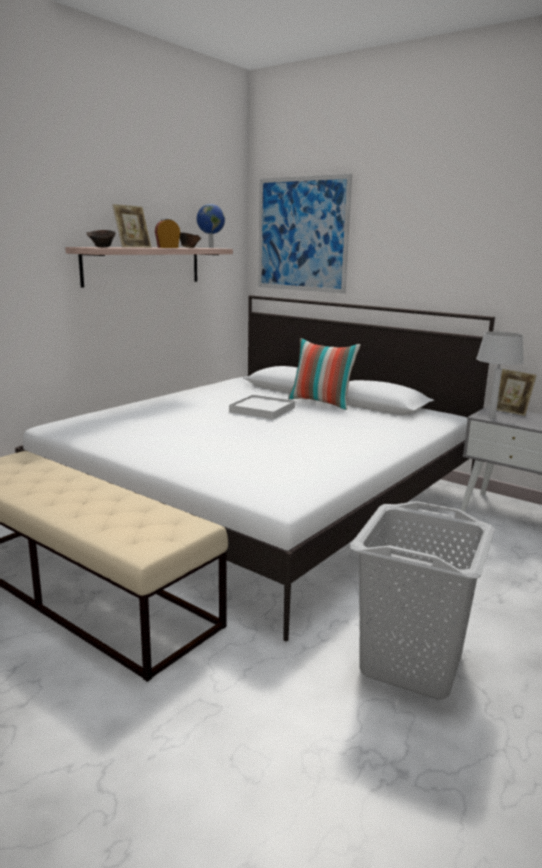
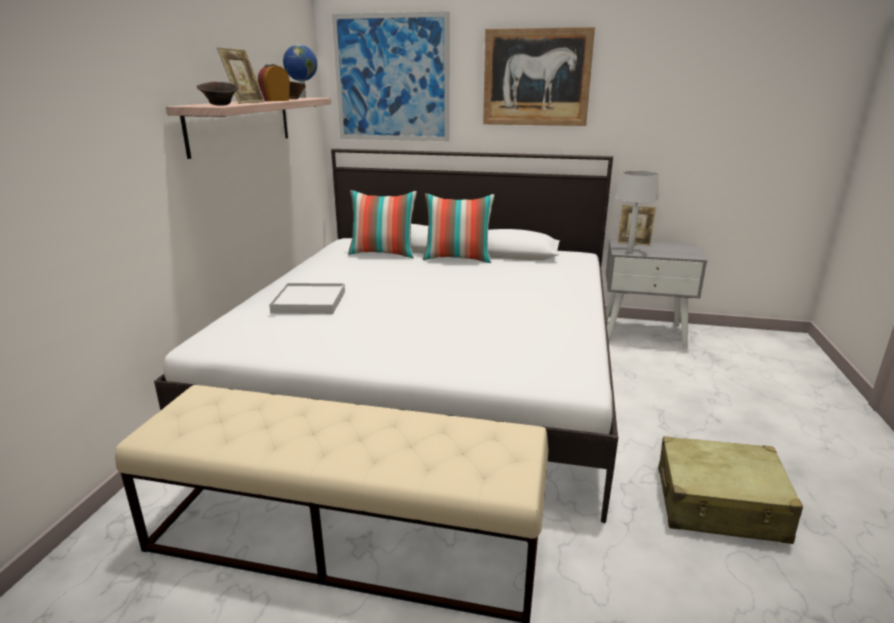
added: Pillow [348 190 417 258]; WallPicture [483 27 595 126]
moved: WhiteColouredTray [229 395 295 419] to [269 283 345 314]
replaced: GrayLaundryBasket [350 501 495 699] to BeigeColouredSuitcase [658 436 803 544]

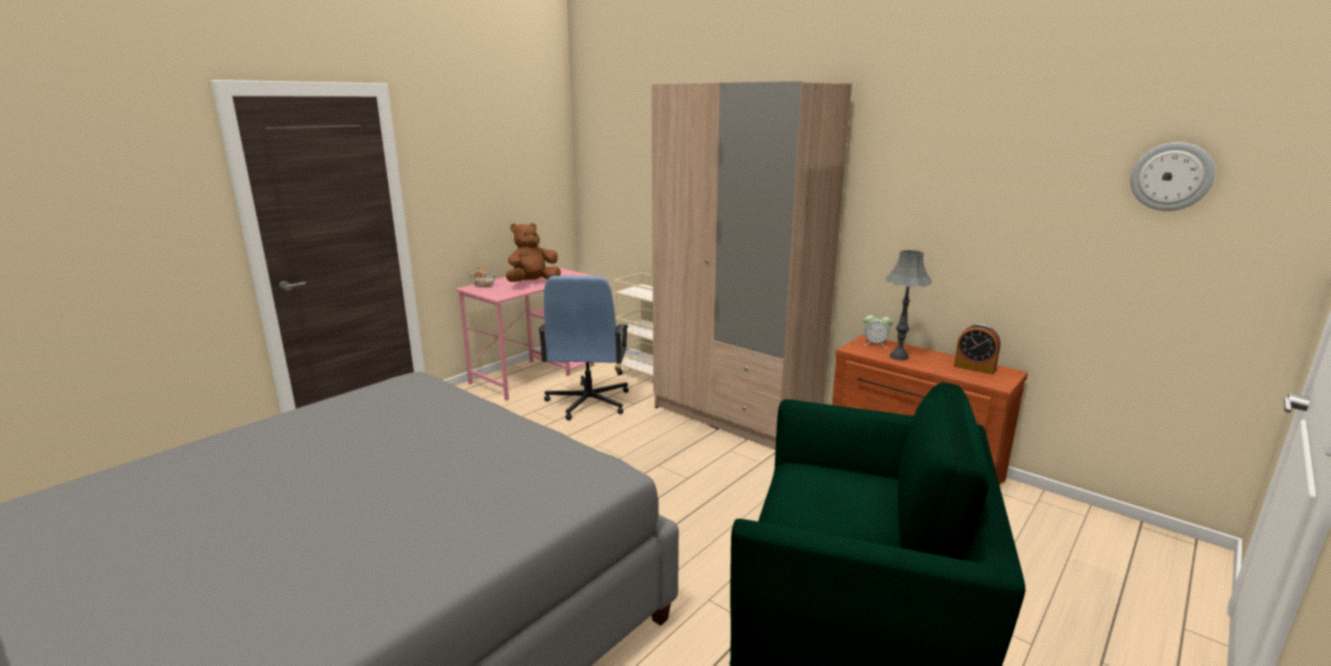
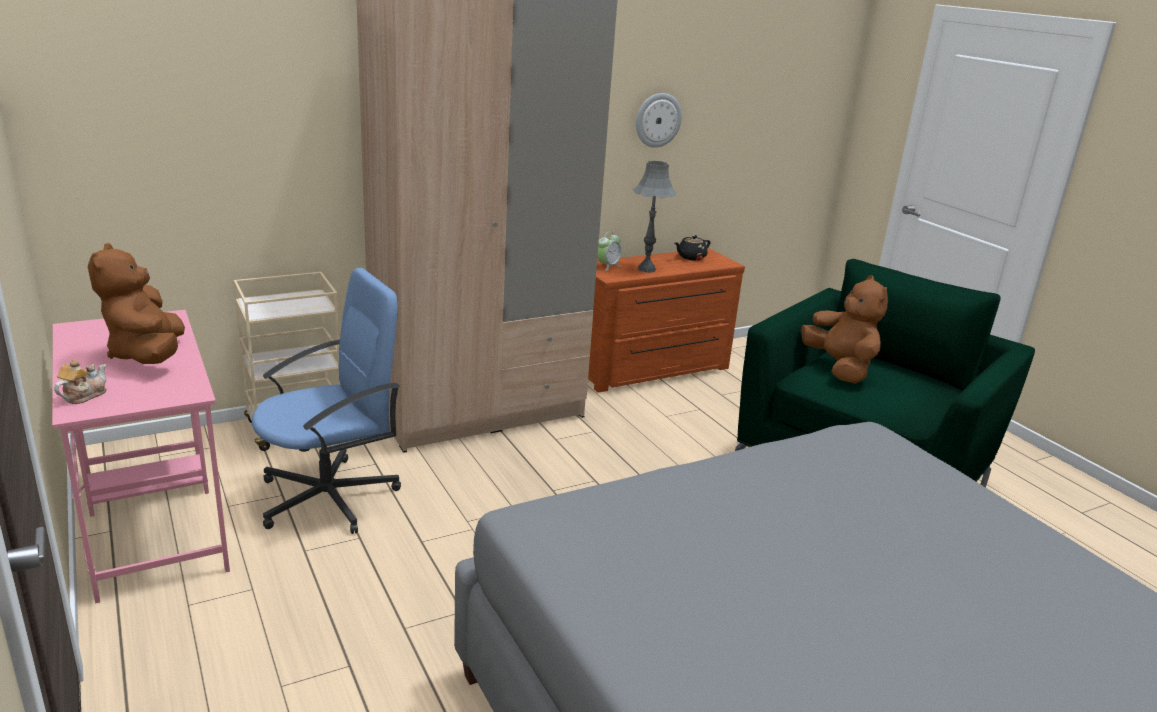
added: BrownColouredPlushToy [801 275 888 384]
moved: WallClock [1130 142 1215 211] to [636 93 682 148]
replaced: BedsideClock [954 323 1000 375] to BlackishPotForTea [675 235 710 261]
turned: BluishComputerChair [538 276 629 421] = [252 268 401 534] 60 degrees counterclockwise

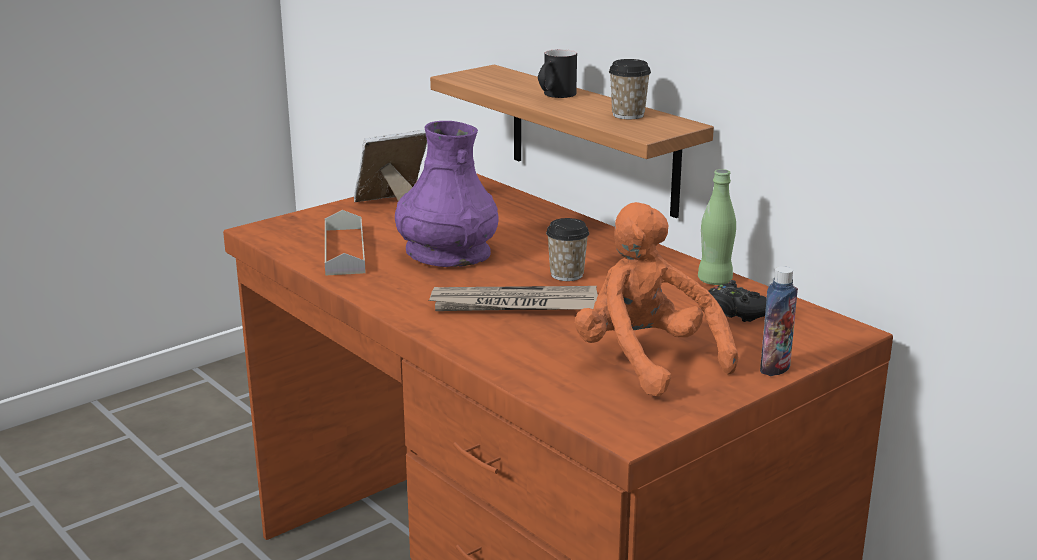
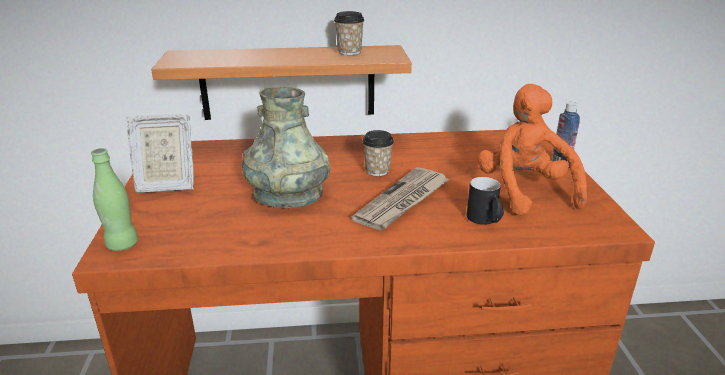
removed: GrayTray [325 210 366 276]; BlackishGamepad [708 280 767 322]
moved: BlackishMug [538 49 577 98] to [467 177 504 225]; GreenishBottle [698 169 736 285] to [91 148 138 251]
recoloured: PurpleColouredVase [395 121 498 267] to GrayVase [242 87 330 208]
turned: PhotoFrame [354 130 427 202] = [126 114 194 193] 105 degrees counterclockwise; OrangeyPlushToy [575 202 738 397] = [477 84 587 215] 75 degrees clockwise

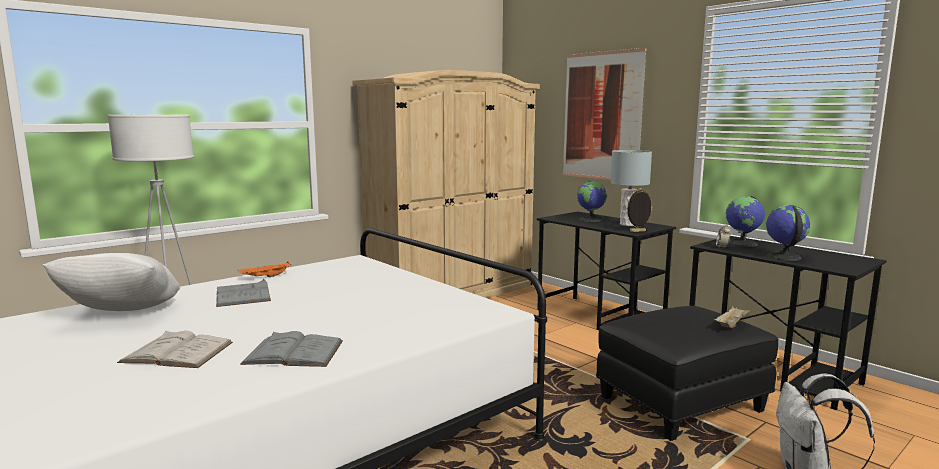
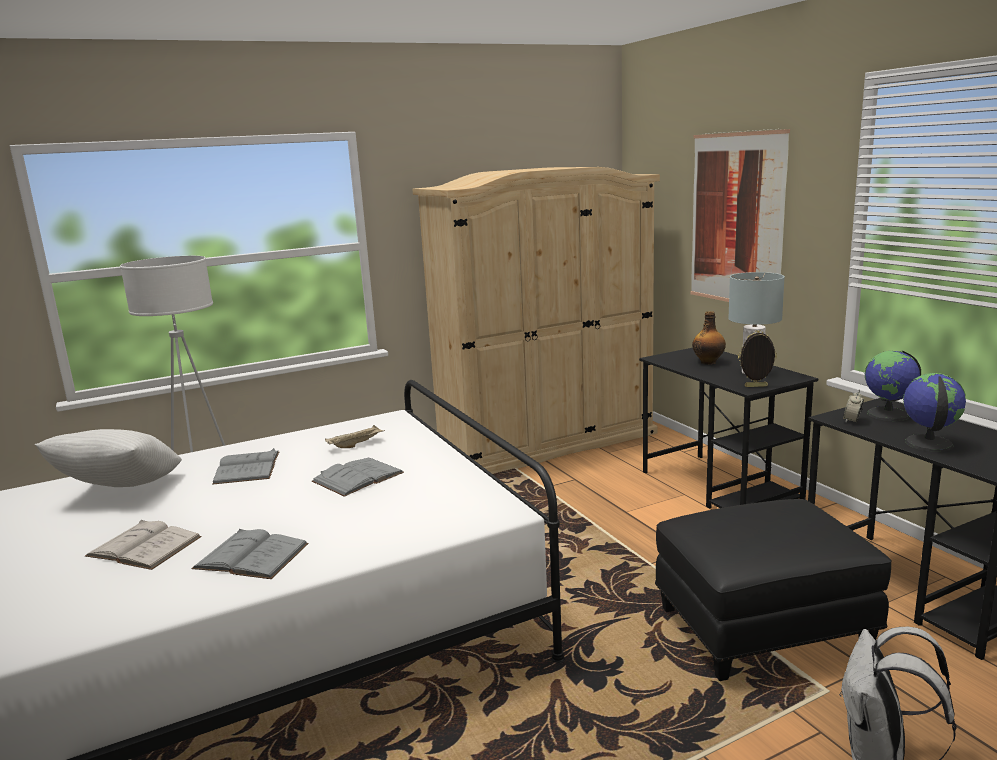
removed: OrangeyTray [237 262 292 277]
added: GrayVolume [312 458 404 497]
moved: BeigeColouredTray [714 306 751 328] to [325 425 385 448]
replaced: Globe [577 180 607 222] to Bottle [692 311 726 365]

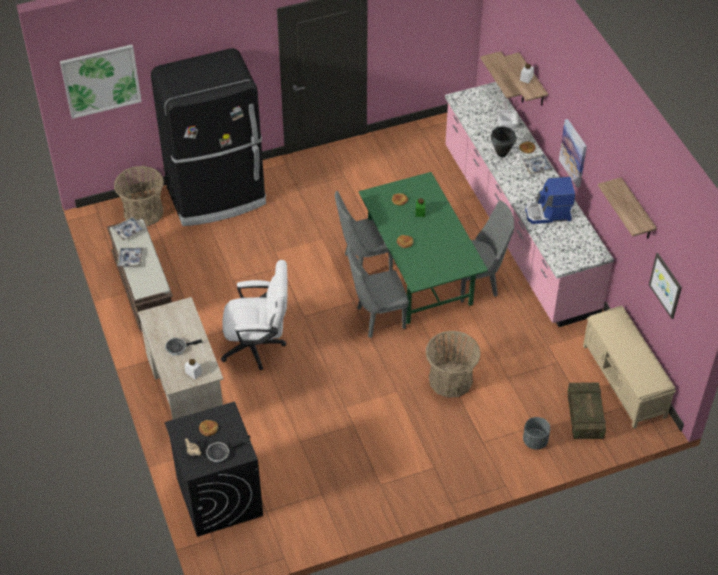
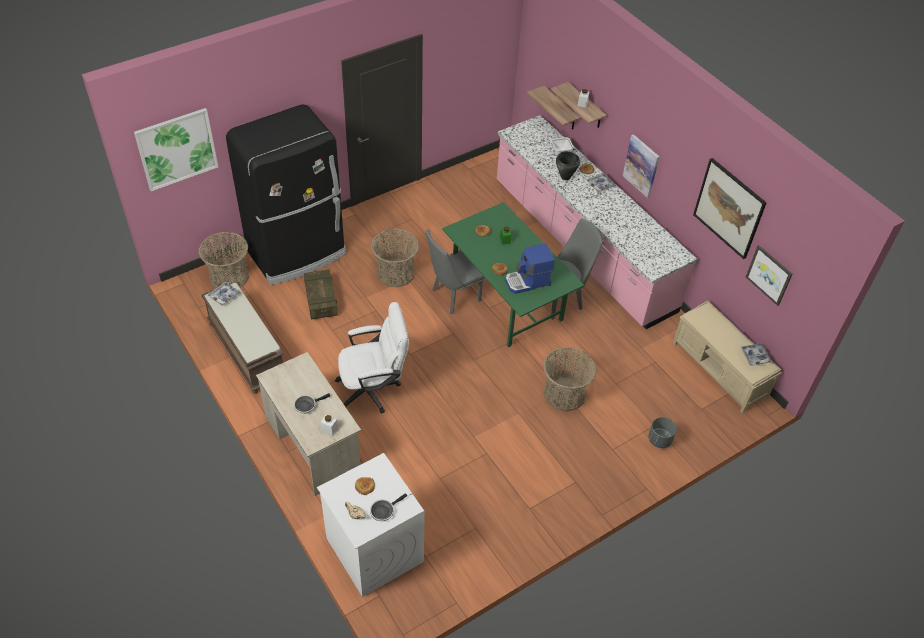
removed: GrayChair [347 245 409 338]
added: HouseholdBasket [371 229 419 288]
moved: Tray [117 247 143 267] to [741 343 772 366]; CoffeeBrewer [525 177 575 224] to [505 243 555 294]; PackingCrate [567 382 606 439] to [304 269 338 319]
replaced: WallShelf [598 177 657 239] to WallPicture [693 158 767 259]
recoloured: BlackishLaundryMachine [165 402 263 537] to WhiteColouredLaundryMachine [317 453 425 597]

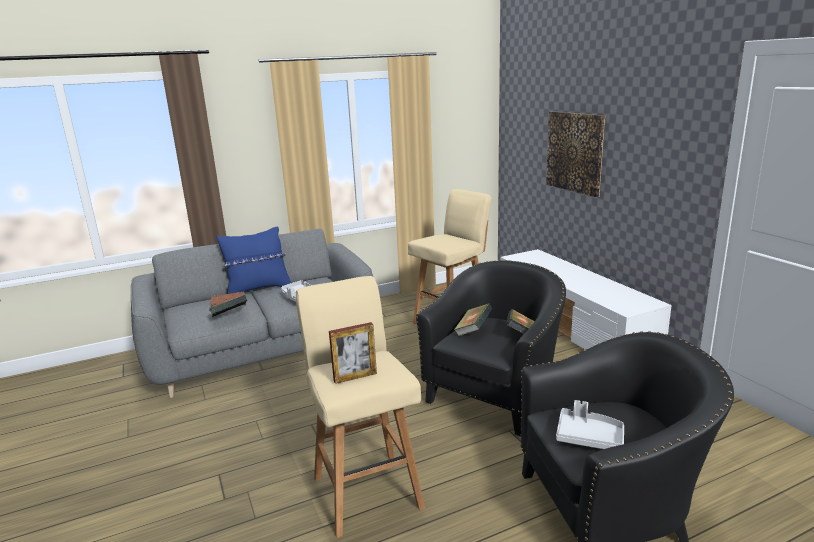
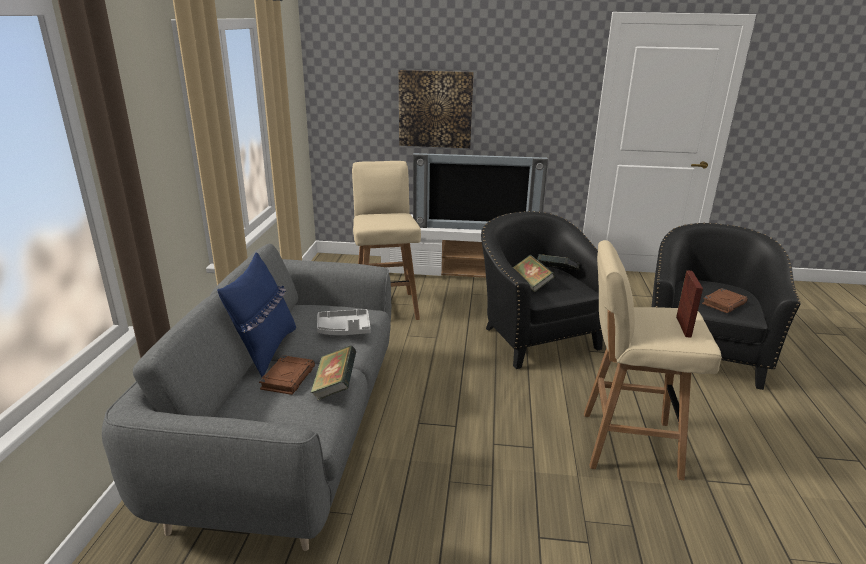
added: TvSet [413 153 548 230]
replaced: GrayTray [556 400 624 449] to BrownColouredVolume [702 288 748 313]

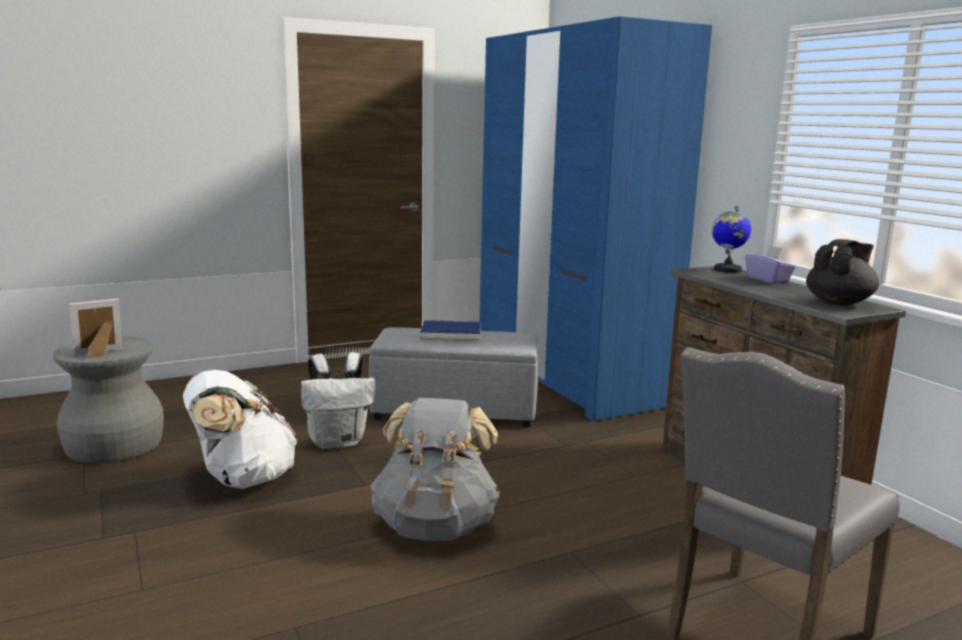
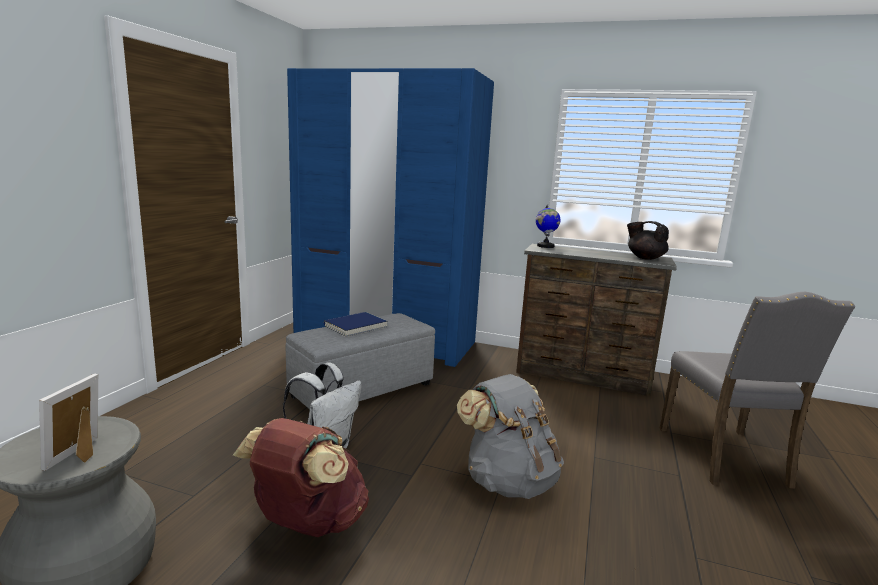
removed: PurpleColouredTissueHolder [745 245 796 284]
recoloured: WhiteColouredRucksack [183 370 298 489] to BrownColouredRucksack [233 418 369 537]
turned: BlackishPotForTea [806 239 879 305] = [627 221 669 260] 60 degrees counterclockwise

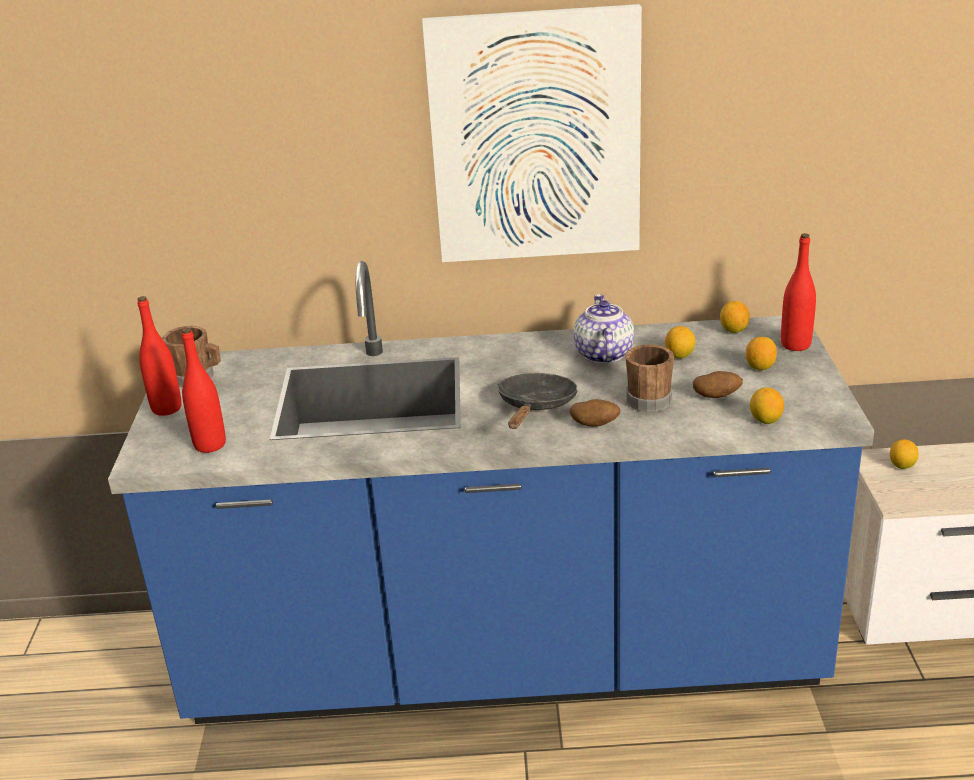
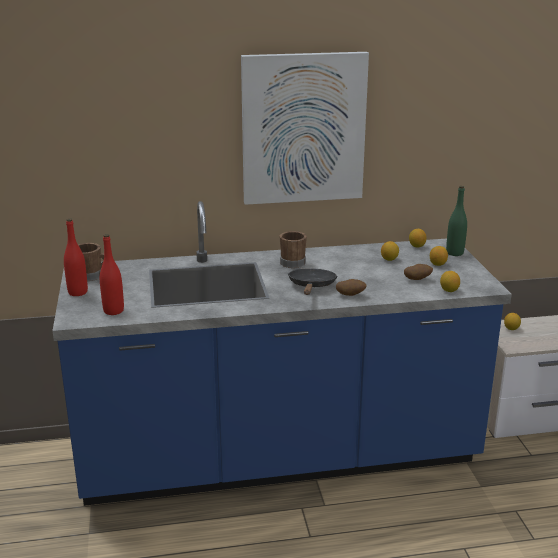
removed: PotForTea [574 294 634 364]
moved: BrownColouredMug [625 344 674 412] to [280 231 307 268]
recoloured: ReddishBottle [781 233 816 351] to GreenishBottle [446 186 467 256]

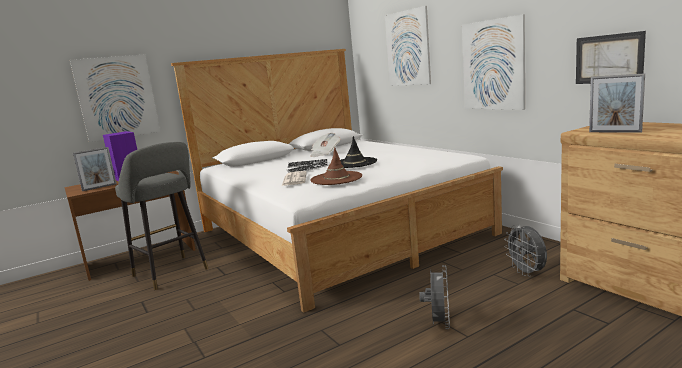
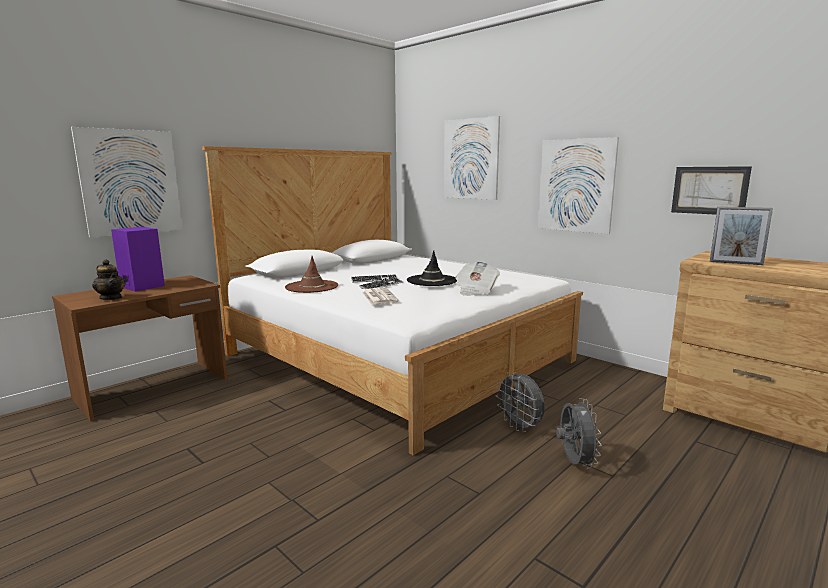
removed: GrayStoolSeat [115 142 209 290]
moved: DailyPaper [310 133 340 157] to [456 261 500 296]; BrownColouredHat [311 148 362 185] to [285 256 338 293]; GrayFan [504 225 547 277] to [496 372 545 432]
replaced: PhotoFrame [73 147 117 191] to PotForTea [92 259 125 300]

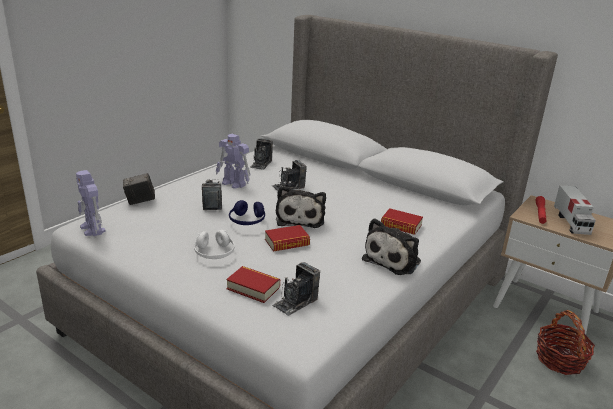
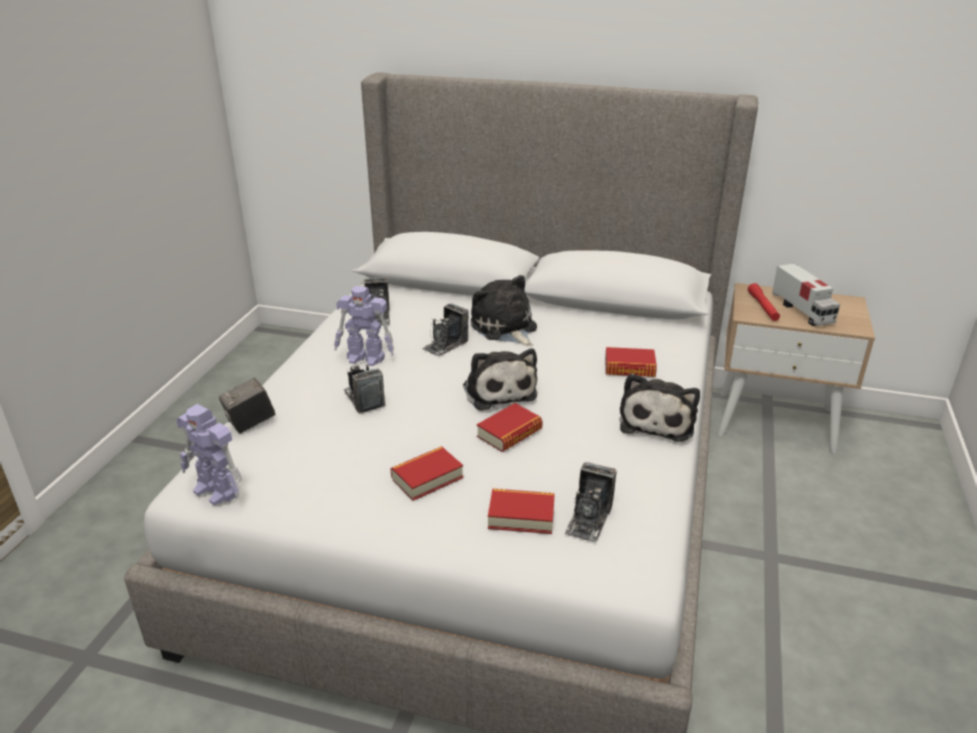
removed: BluishHeadset [229 200 265 225]; HouseholdBasket [536 310 595 375]
added: PlushToy [471 275 537 347]
replaced: WhiteColouredHeadset [194 230 235 259] to Volume [390 446 463 501]

